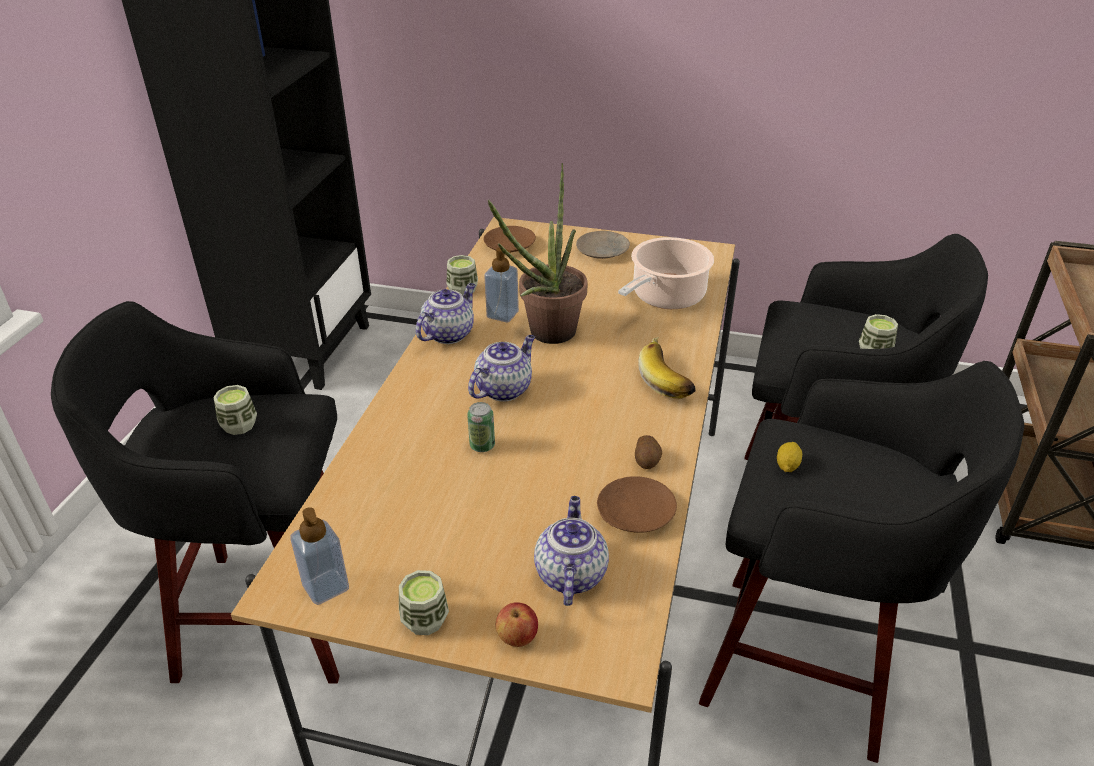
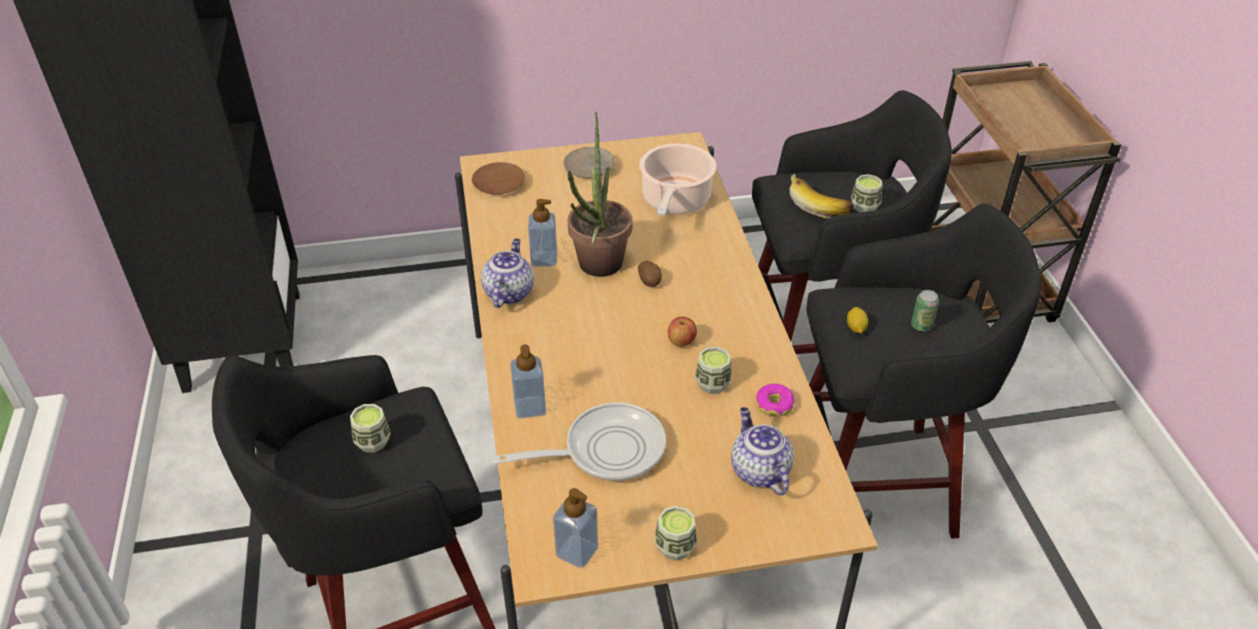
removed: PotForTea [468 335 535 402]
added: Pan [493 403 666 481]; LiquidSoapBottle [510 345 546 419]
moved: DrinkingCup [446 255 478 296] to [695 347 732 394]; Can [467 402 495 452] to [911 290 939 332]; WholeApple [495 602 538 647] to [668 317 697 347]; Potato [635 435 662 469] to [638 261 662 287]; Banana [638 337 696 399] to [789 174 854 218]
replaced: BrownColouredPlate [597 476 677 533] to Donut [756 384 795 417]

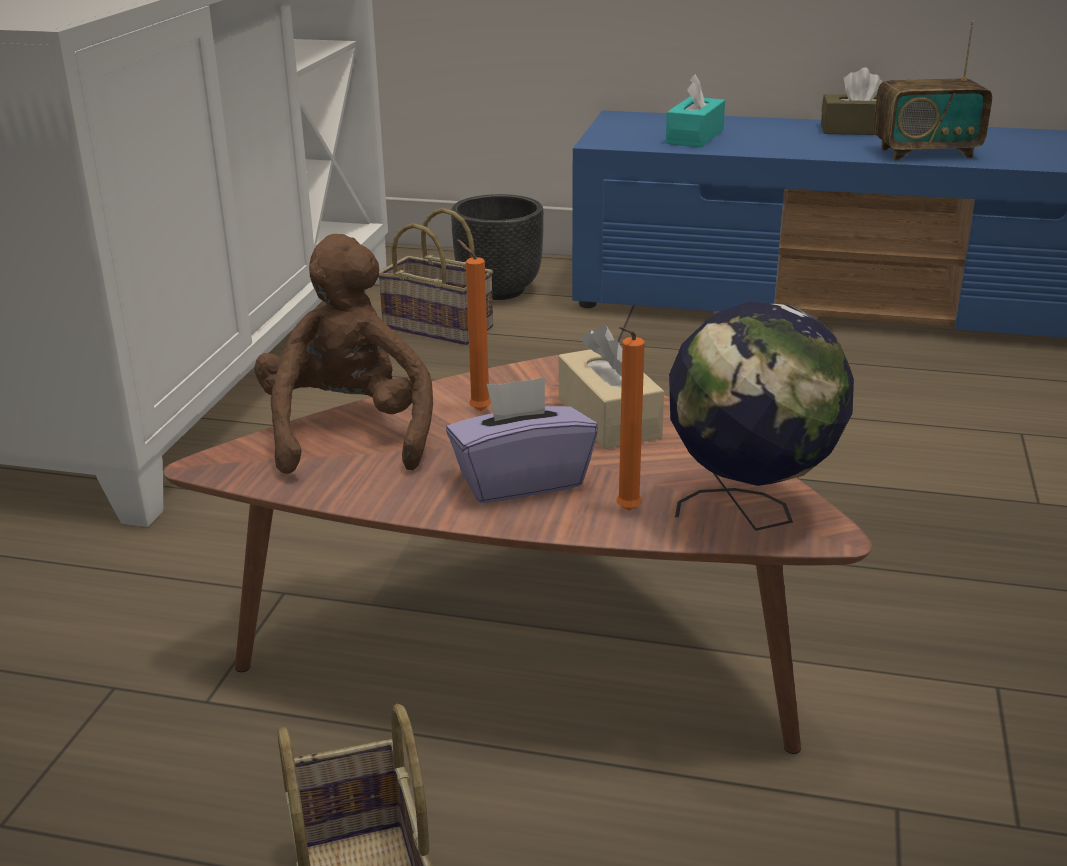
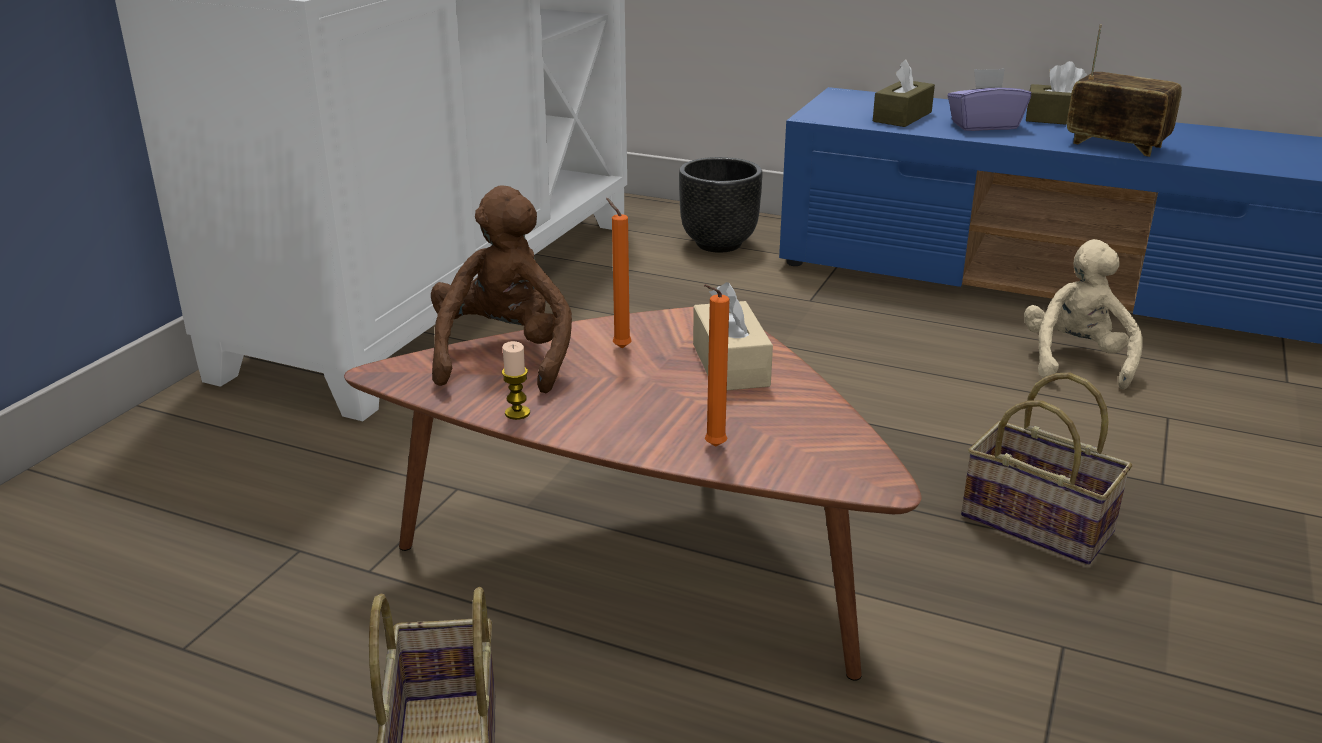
removed: Globe [669 302 854 531]
added: Candle [502 341 530 420]; BeigeColouredPlushToy [1024 239 1143 390]
moved: HouseholdBasket [379 208 493 345] to [961 373 1132 565]; PurpleColouredTissueHolder [446 377 598 503] to [948 68 1031 131]
recoloured: TurquoiseTissueHolder [666 74 725 147] to BrownColouredTissueHolder [873 60 935 127]
turned: RadioSet [873 22 992 161] = [1067 24 1182 157] 150 degrees counterclockwise

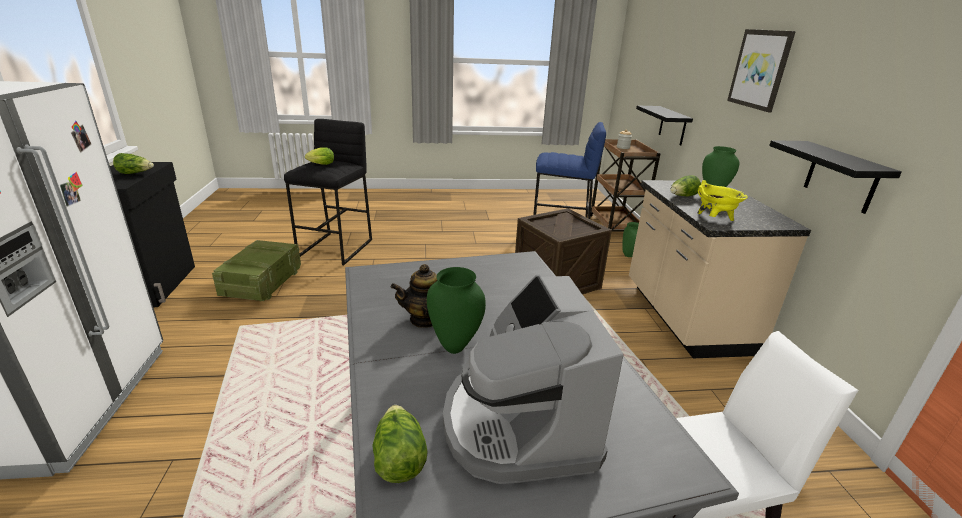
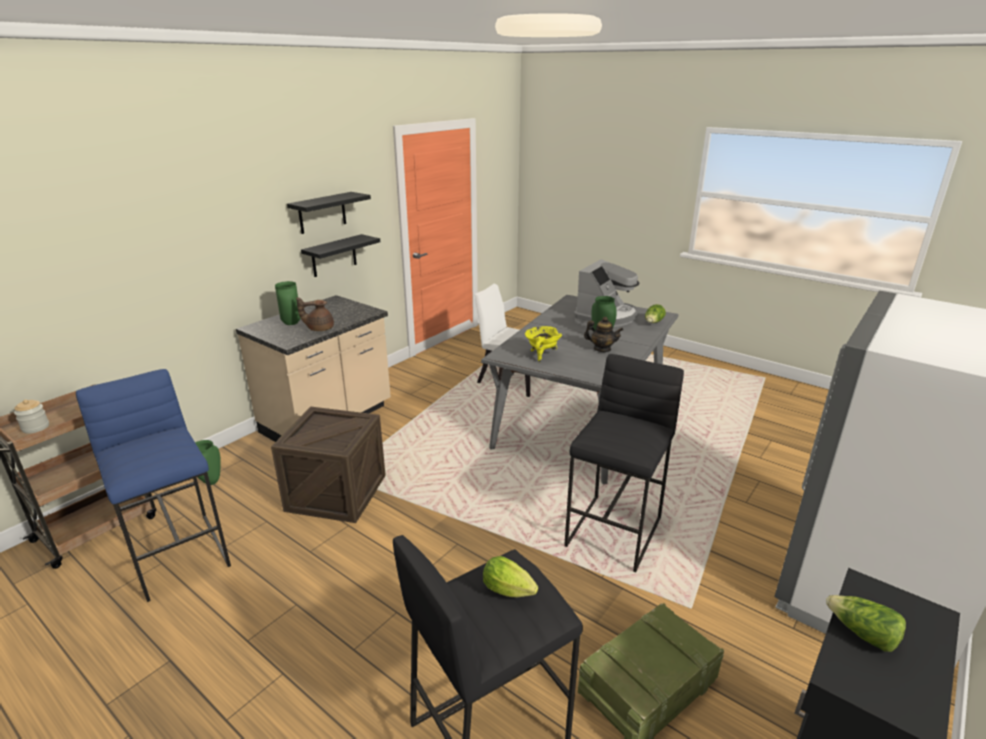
removed: WallPicture [727 29 796 113]
added: BlackishStoolSeat [564 354 684 572]
moved: BlackishWallShelf [636 106 693 145] to [287 192 371 234]; YellowishSaucepot [698 180 748 221] to [525 326 562 362]
replaced: HeadOfLettuce [670 175 701 196] to BrownColouredPotForTea [296 297 334 331]

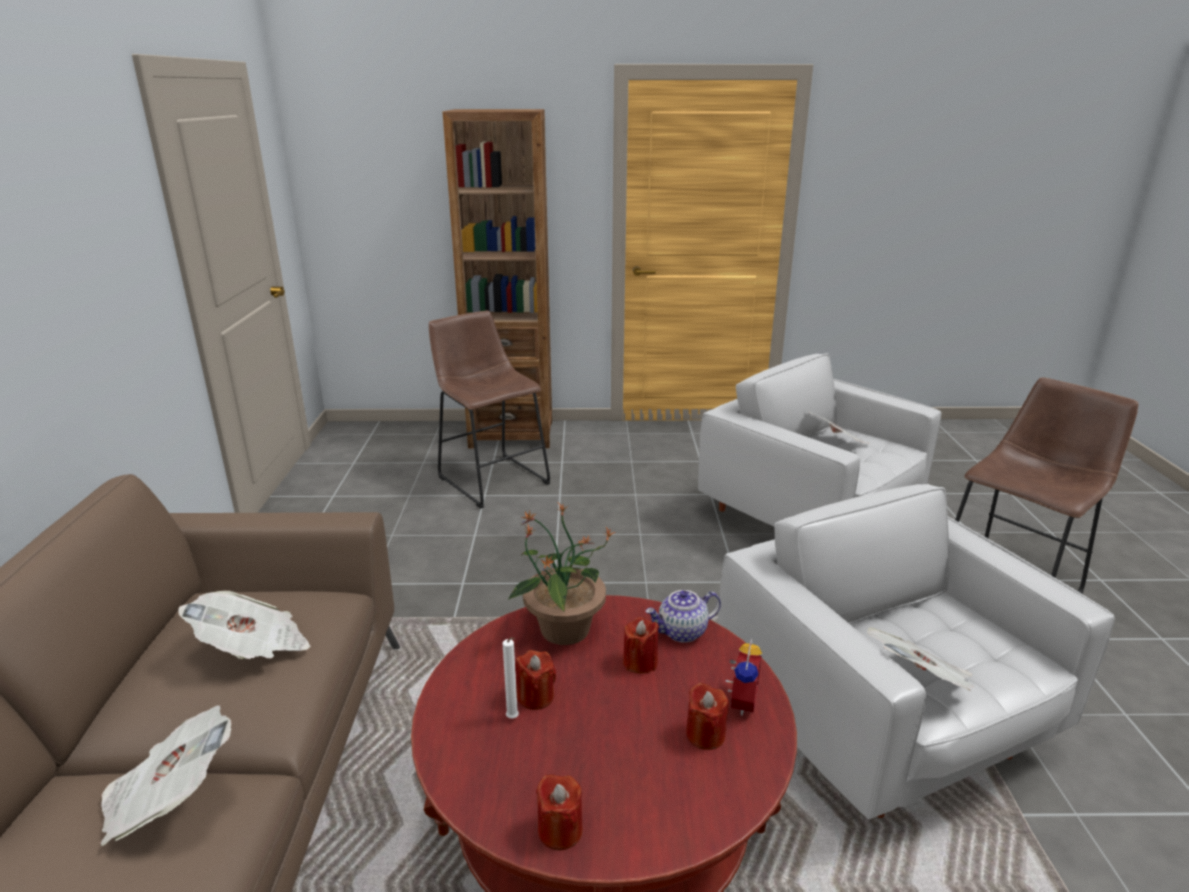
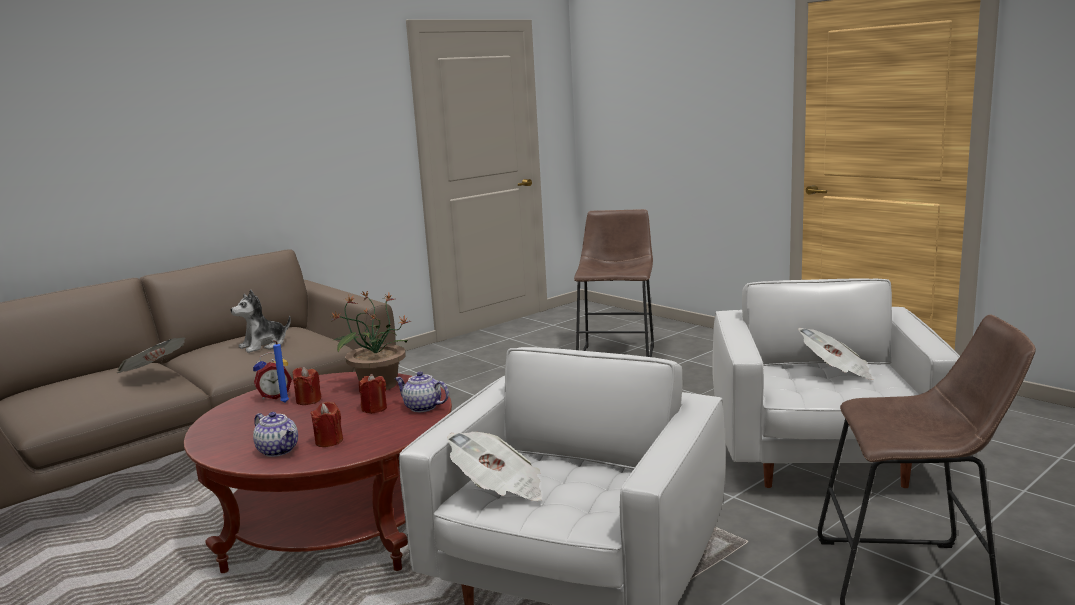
removed: BrownColouredBookshelf [443 109 552 449]; ReddishCandle [536 774 583 851]
added: PotForTea [253 412 298 457]
moved: BedsideClock [725 639 762 716] to [253 352 292 400]
replaced: DailyPaper [178 591 311 660] to PlushToy [231 290 291 353]
recoloured: WhiteColouredCandle [502 637 519 718] to BluishCandle [273 340 289 403]

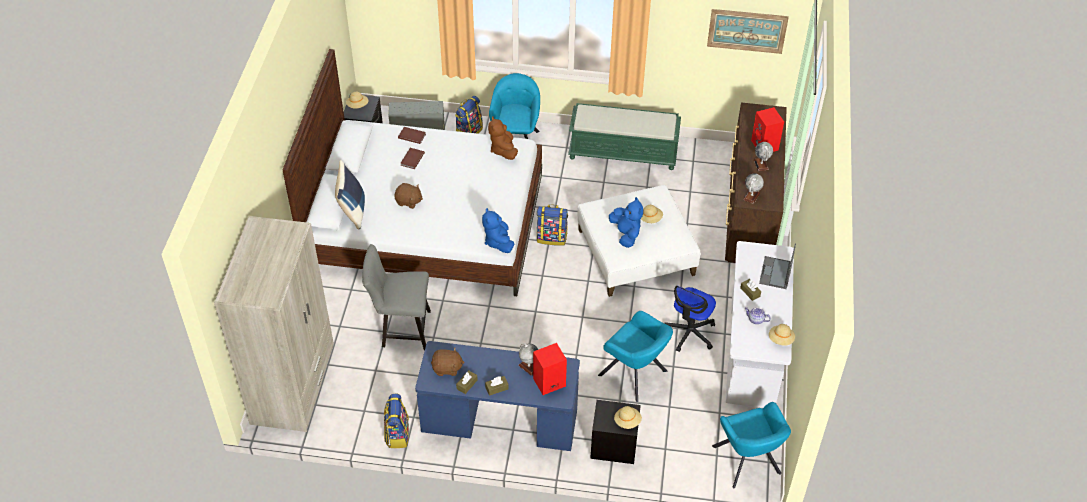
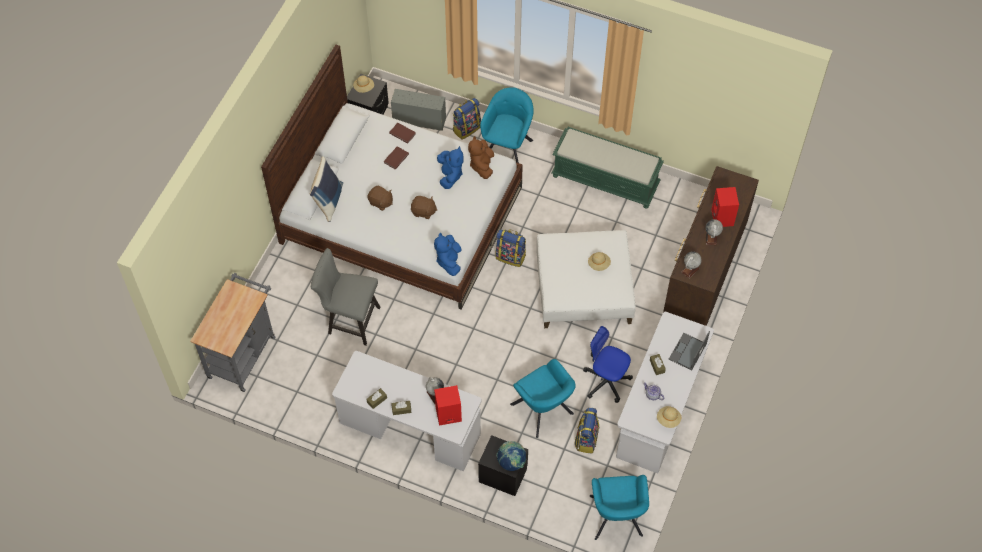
removed: WallPicture [707 9 789 54]
moved: Rucksack [384 394 409 448] to [574 408 599 454]; BrownColouredPlushToy [431 347 465 376] to [411 196 437 219]; BluishPlushToy [609 197 643 248] to [437 146 464 189]
replaced: BeigeColouredClothesCupboard [214 216 334 432] to GrayCart [190 273 275 392]; BeigeColouredHat [614 406 642 429] to Globe [497 441 526 471]
recoloured: BluishDeskUnit [415 341 580 451] to WhiteColouredDeskUnit [332 351 482 472]
turned: ComputerChair [664 286 716 352] = [583 326 633 403] 75 degrees clockwise

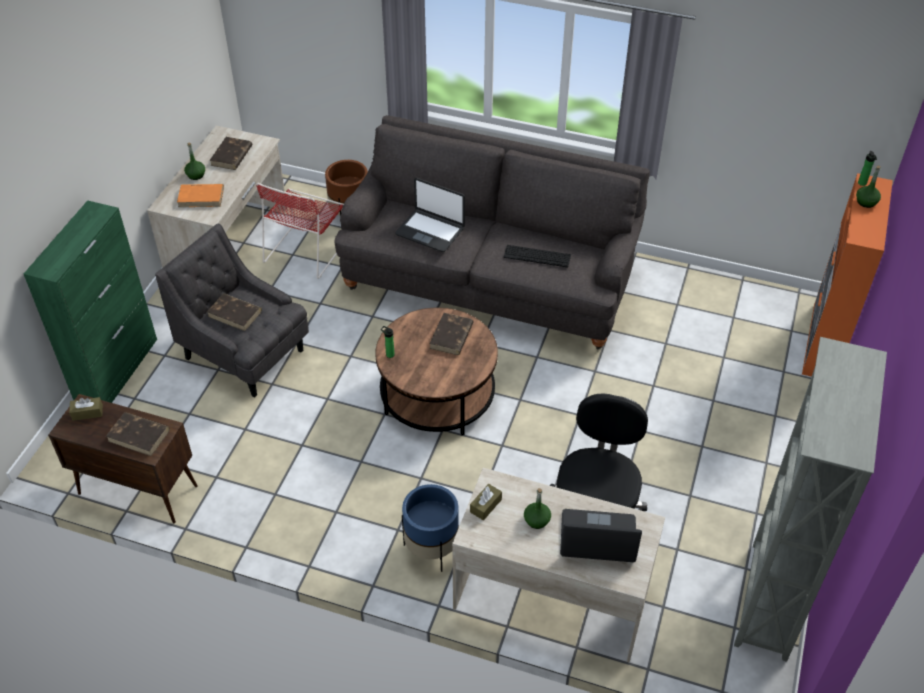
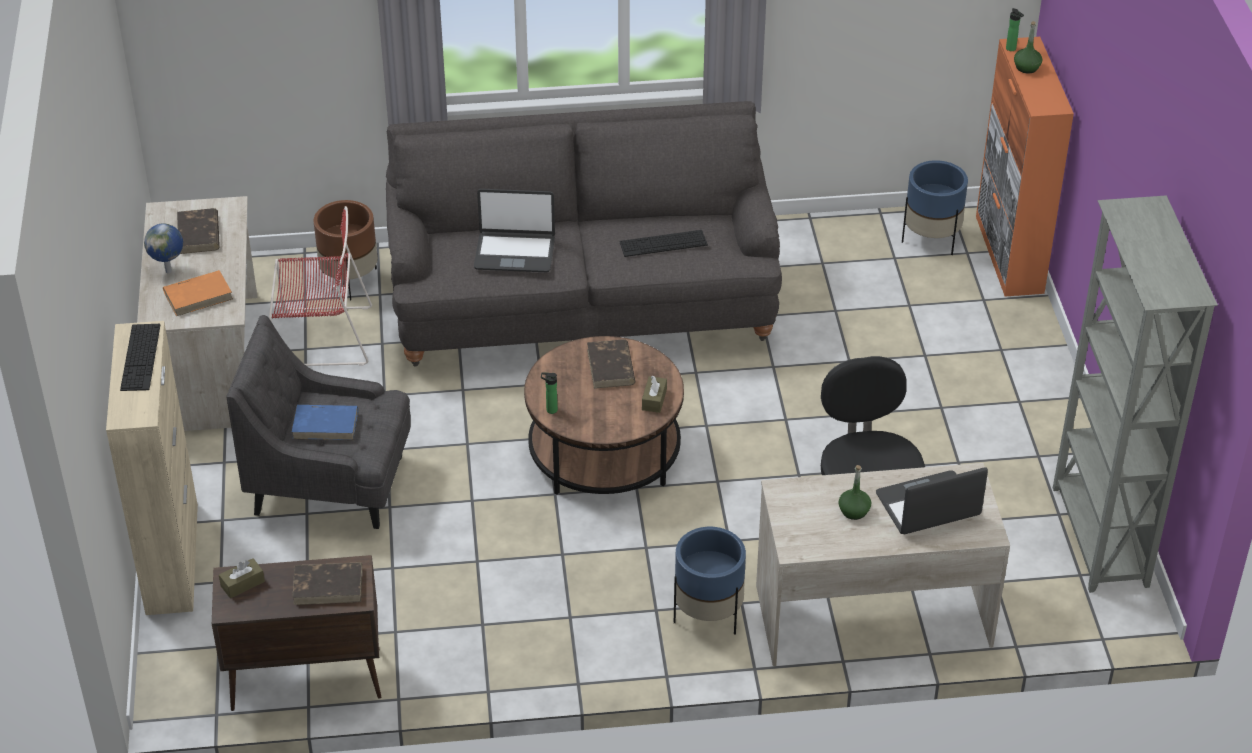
added: Keyboard [120 324 160 391]; BluishPlantPot [902 160 968 255]
moved: BrownColouredTissueHolder [470 484 502 520] to [642 376 667 413]
replaced: GreenishBottle [184 142 205 180] to Globe [144 223 183 273]
recoloured: GreenishCabinet [24 200 157 403] to BeigeColouredCabinet [106 321 198 615]; BrownColouredVolume [207 294 262 331] to BluishVolume [292 405 358 440]
turned: ReddishChair [256 183 343 279] = [269 206 372 366] 90 degrees counterclockwise

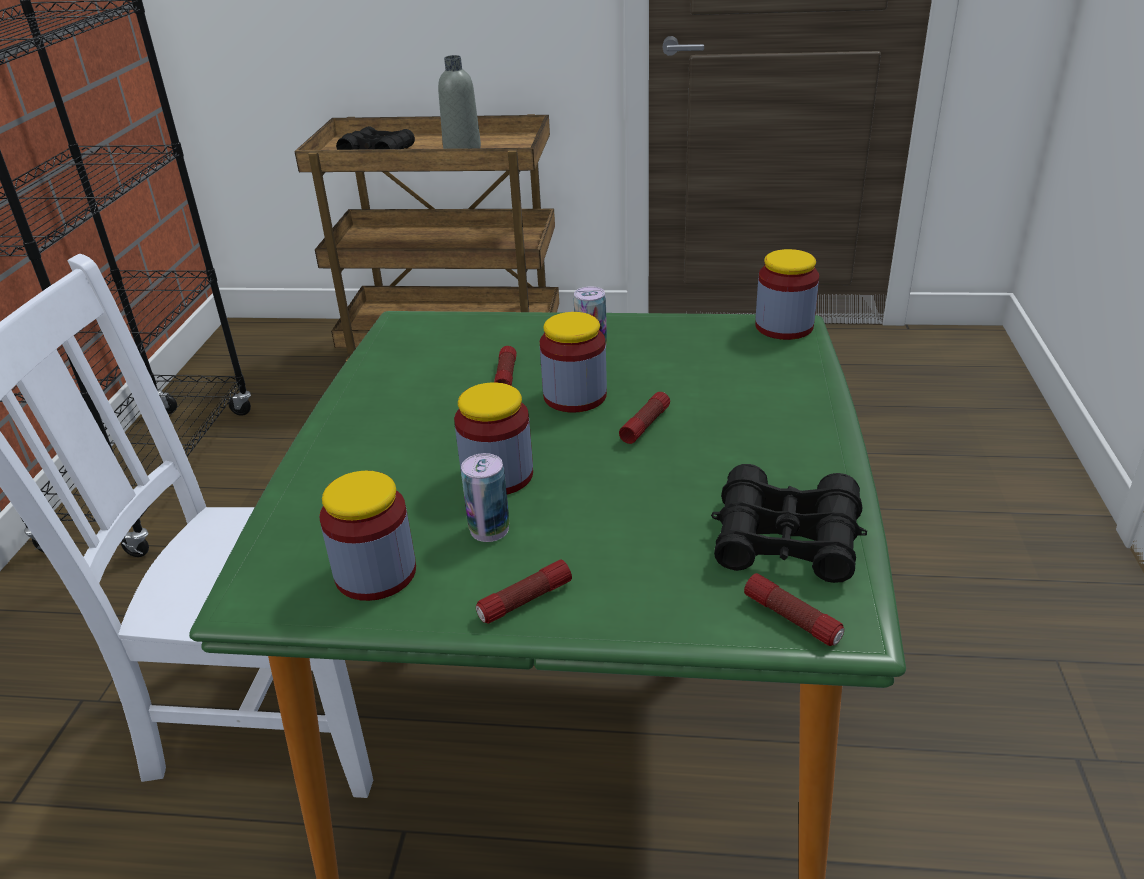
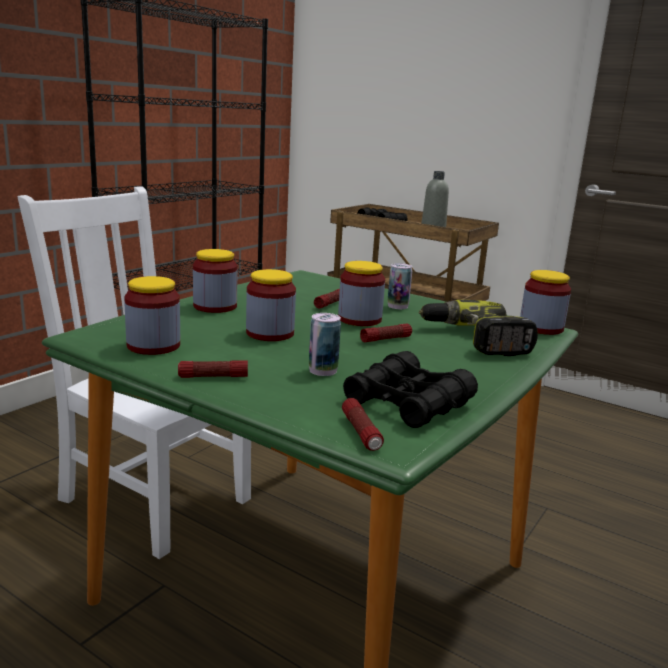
added: PreserveJar [193 249 237 313]; ElectricDrill [419 300 538 356]
moved: Can [461 453 510 542] to [309 313 341 376]

